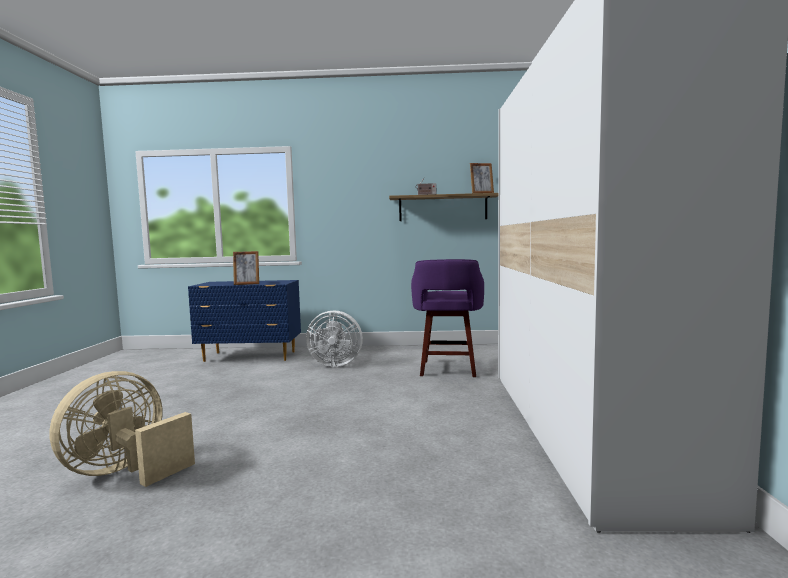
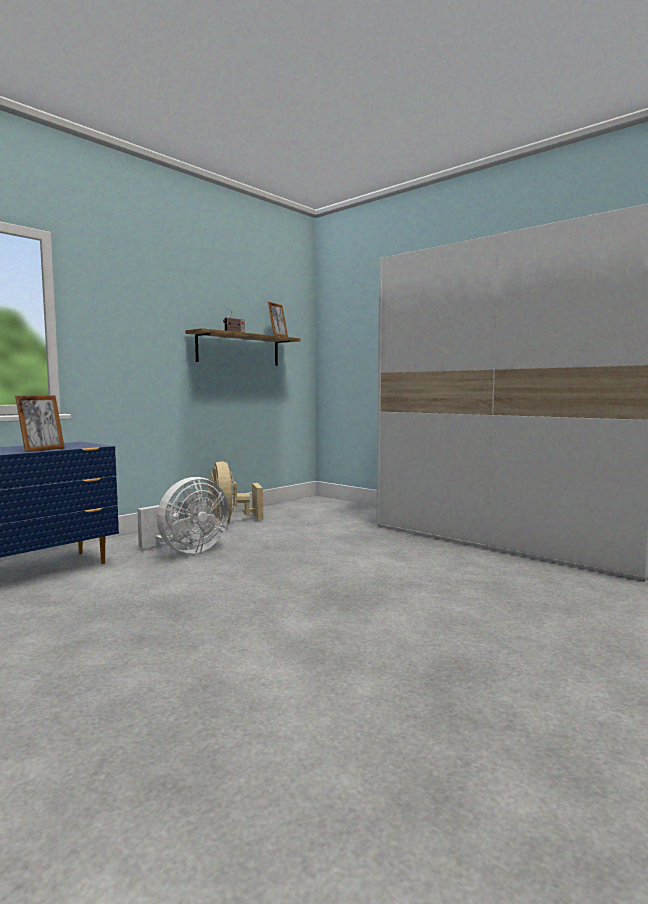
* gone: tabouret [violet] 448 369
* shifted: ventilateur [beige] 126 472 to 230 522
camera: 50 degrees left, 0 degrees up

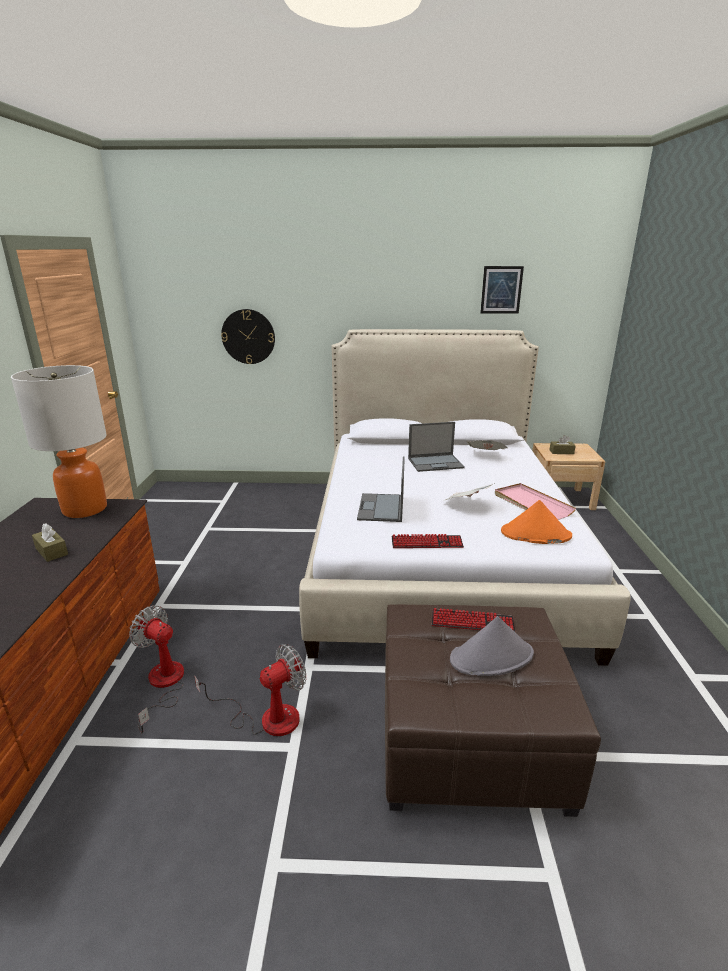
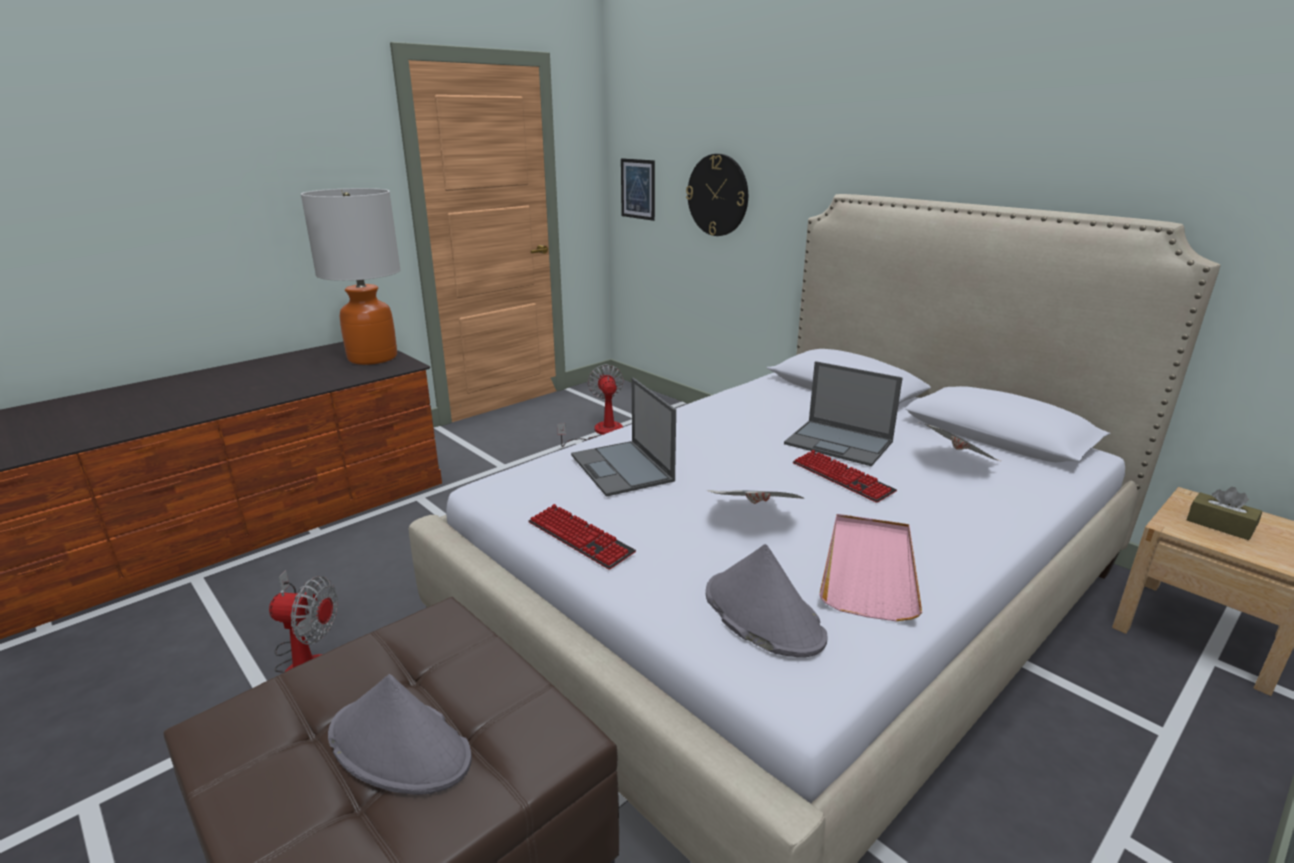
* gone: boîte à mouchoirs [marron] 51 551
* shifted: ventilateur 163 685 to 600 432
* shifted: clavier 472 622 to 842 478
* shifted: tableau 501 290 to 638 189
* repainted: chapeau [orange] 535 534 to chapeau [gris] 762 614
* rotated: ordinateur portable 381 508 = 622 468 75 degrees counterclockwise
camera: 45 degrees right, 0 degrees up

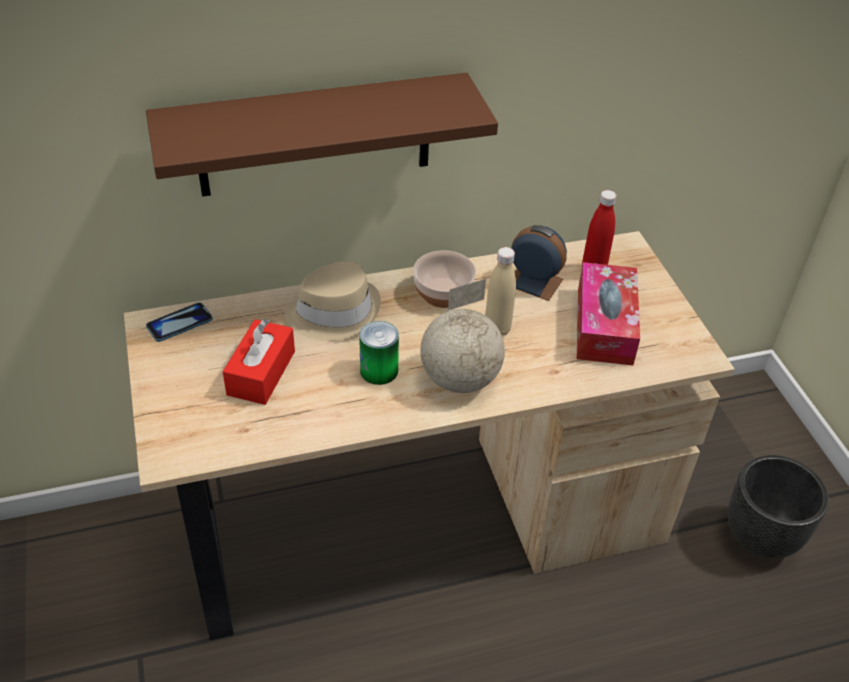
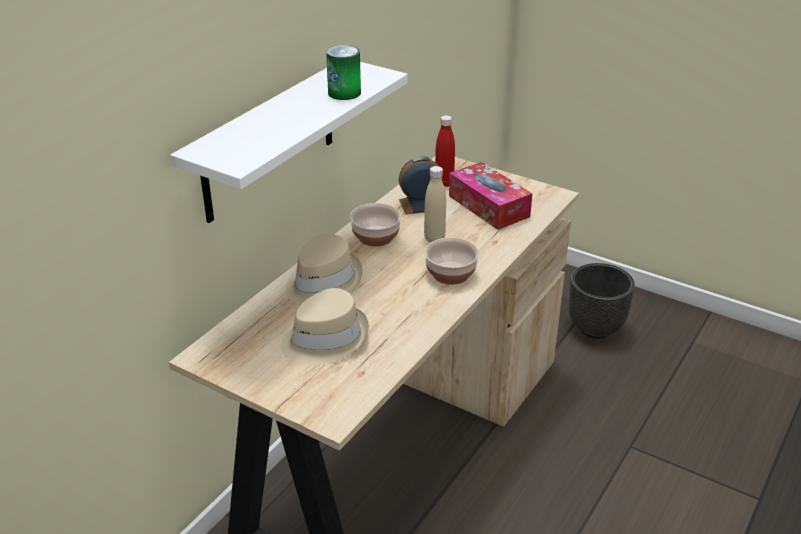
* gone: téléphone 179 323
* shifted: boîte métallique 379 370 to 344 93
* swapped: boîte à mouchoirs [rouge] 261 373 to chapeau [beige] 325 338
* swapped: globe 458 379 to bol 450 274
* repainted: étagère [marron] 314 136 to étagère [blanc] 269 141
camera: 40 degrees left, 10 degrees down

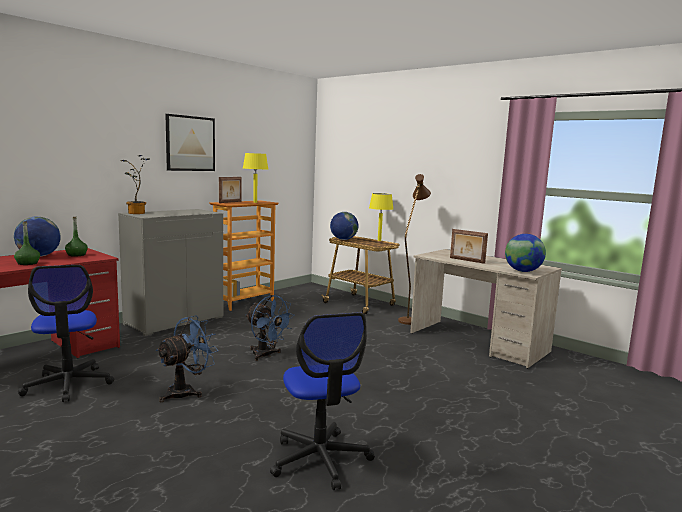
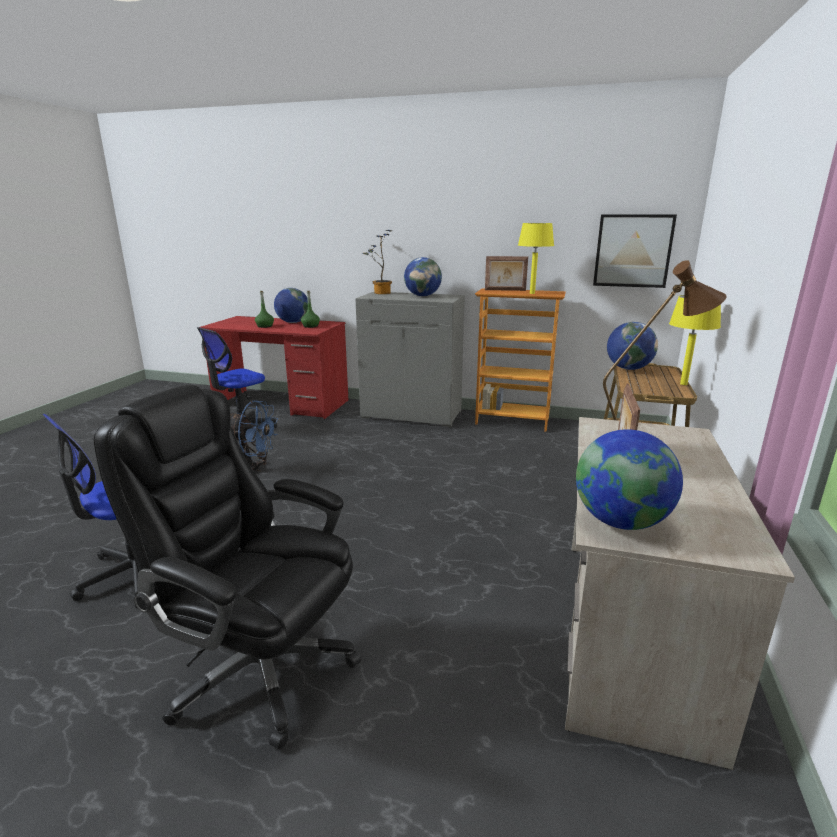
* gone: ventilateur [bleu] 266 355
* new: chaise de bureau [noir] 259 667
* new: globe 422 296
* shifted: tableau 190 143 to 633 251
camera: 65 degrees right, 10 degrees up

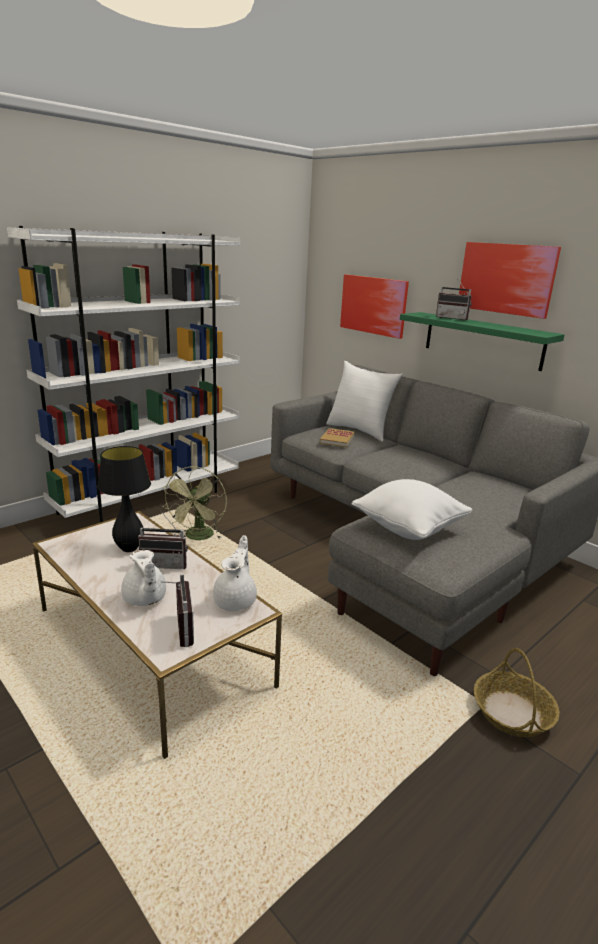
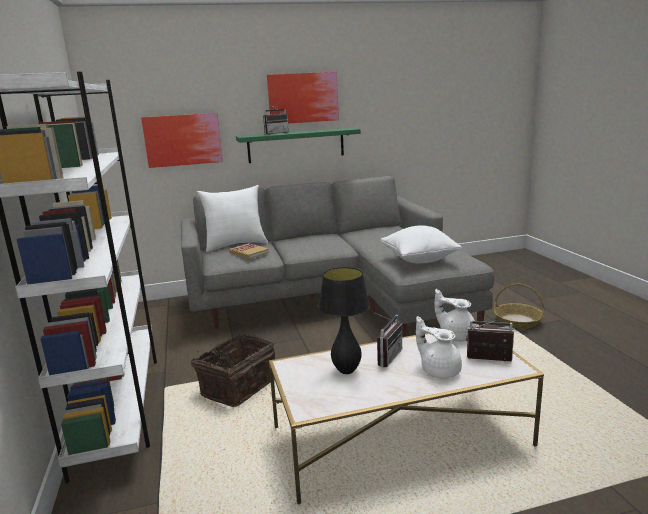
* swapped: ventilateur [vert] 198 537 to panier 237 386
* rotated: théière [blanc] 144 599 = 439 370 135 degrees counterclockwise
camera: 60 degrees left, 5 degrees down

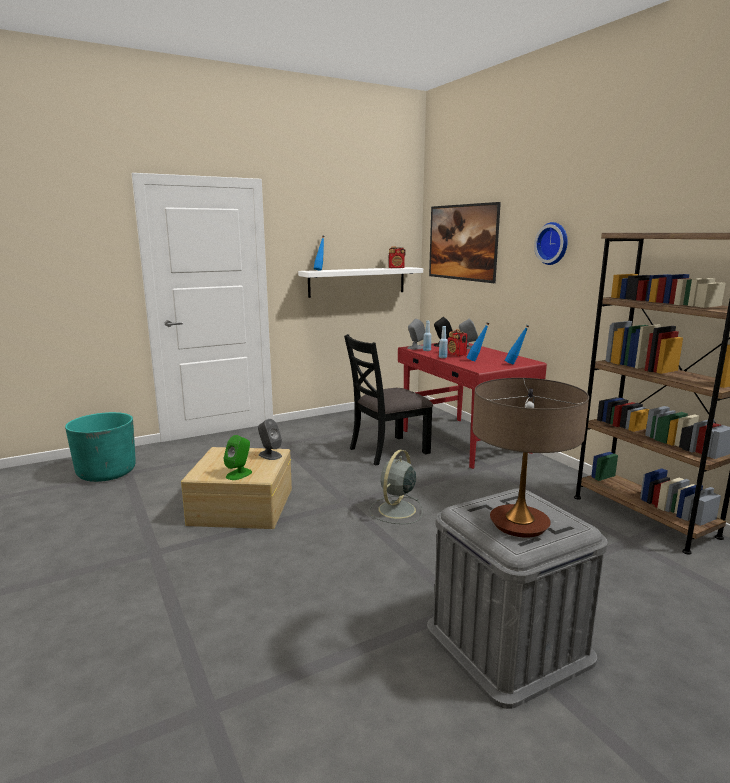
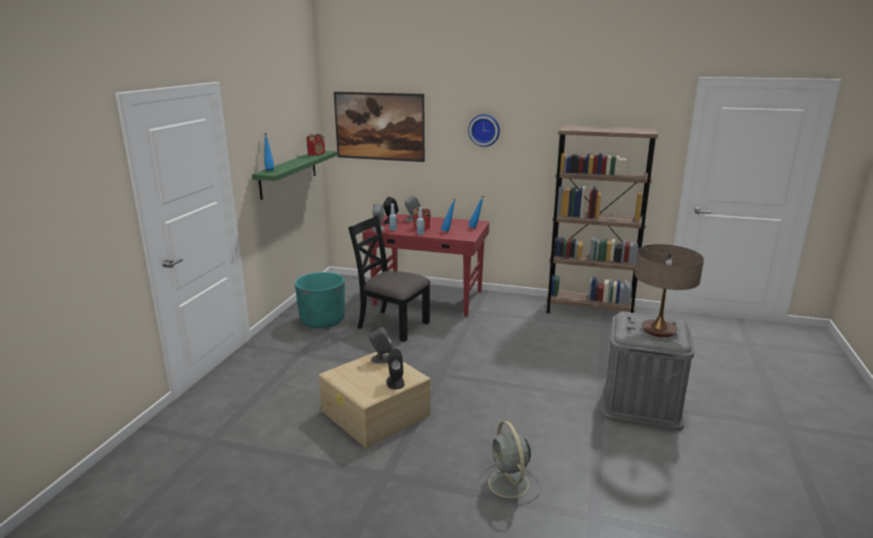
* shifted: cache-pot [turquoise] 106 472 to 322 320
* shifted: ventilateur [gris] 396 510 to 509 485
* repainted: enceinte [vert] 239 474 to enceinte [noir] 395 382
* repainted: étagère [blanc] 357 281 to étagère [vert] 288 174
* rotated: chaise [noir] 388 450 = 392 325 105 degrees clockwise
camera: 45 degrees left, 5 degrees up

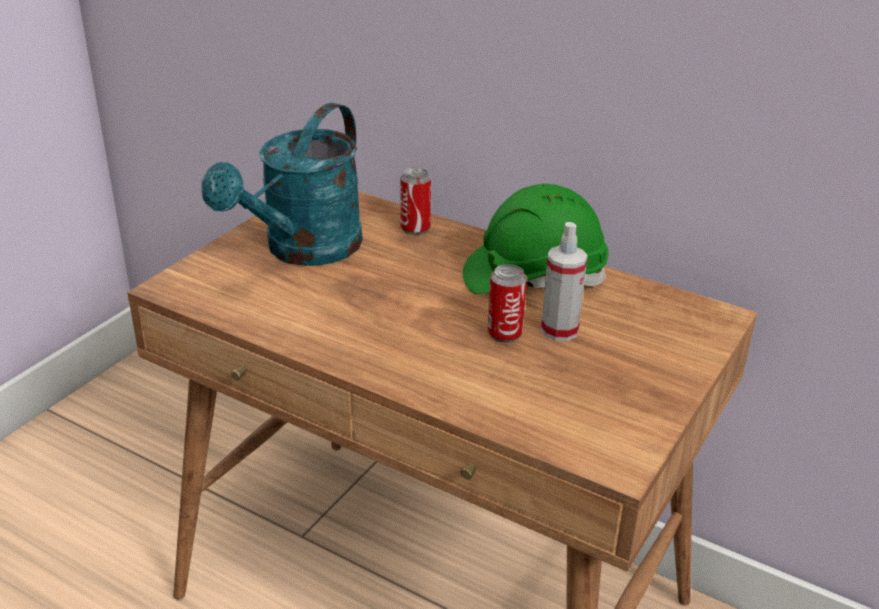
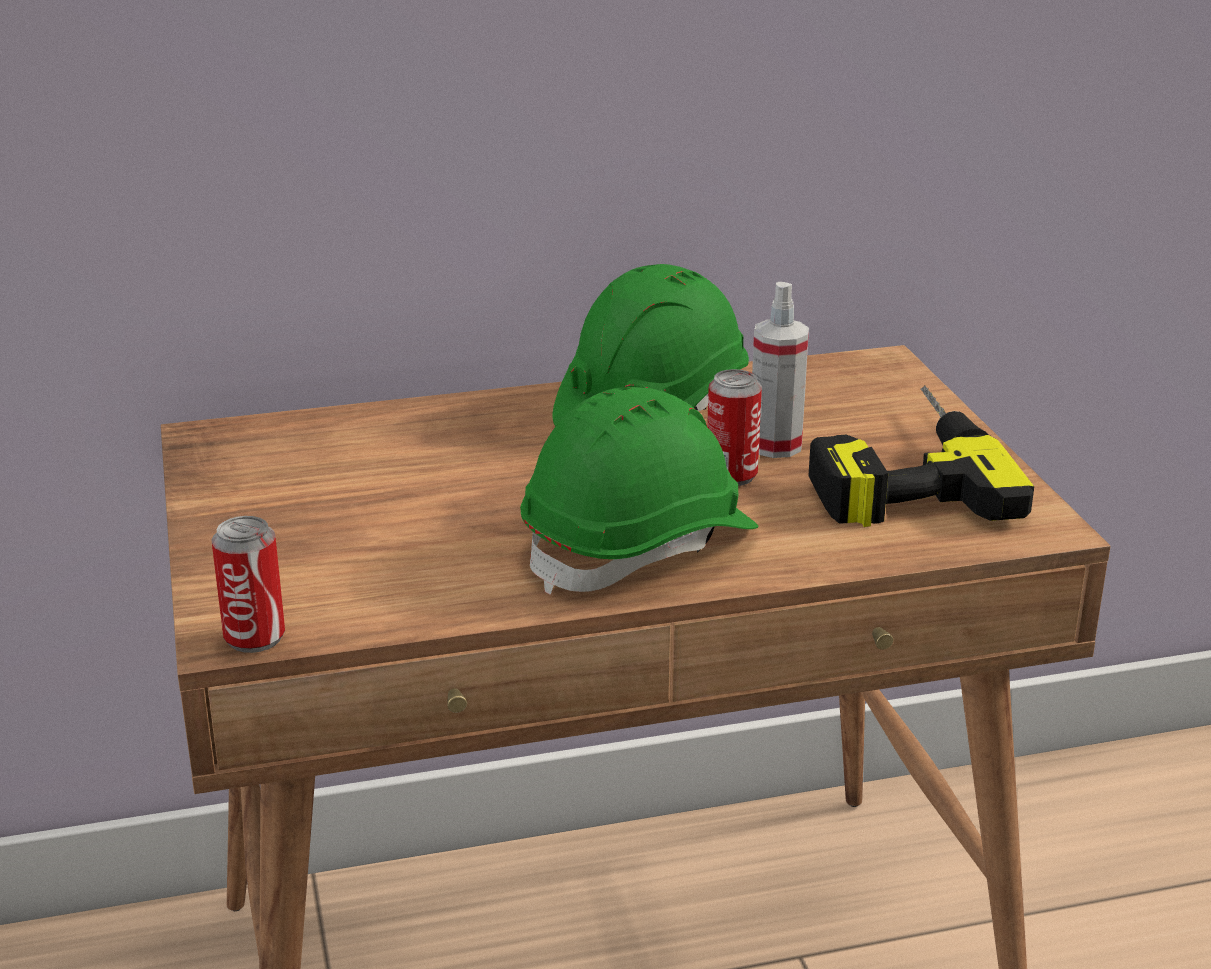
* gone: arrosoir [turquoise] 303 250
* new: casque de chantier [vert] 640 546
* new: perceuse 898 470
* shifted: boîte métallique 415 228 to 254 638
camera: 45 degrees left, 5 degrees down

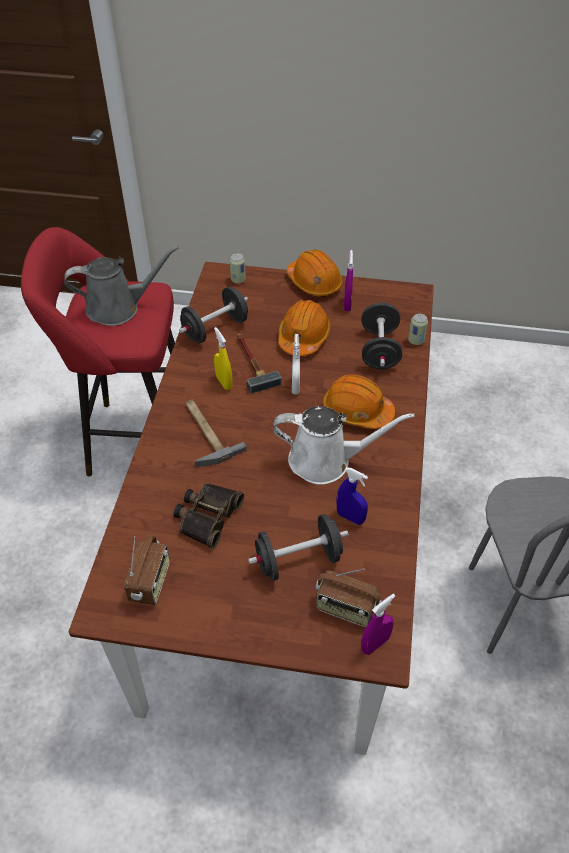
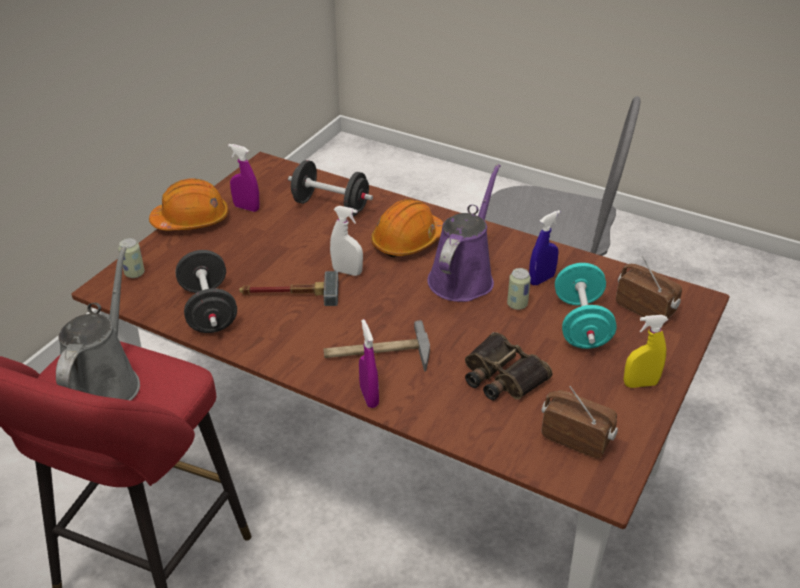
* gone: casque de chantier [orange] 303 337
* shifted: vaporisateur [jaune] 224 382 to 640 384
* shifted: vaporisateur [violet] 375 644 to 369 397
* shifted: boîte métallique 416 341 to 517 304
* repainted: haltère [noir] 298 560 to haltère [turquoise] 581 324
* repainted: arrosoir [blanc] 326 460 to arrosoir [violet] 463 277
* rotated: radio 345 609 = 645 308 90 degrees counterclockwise
camera: 70 degrees left, 10 degrees down

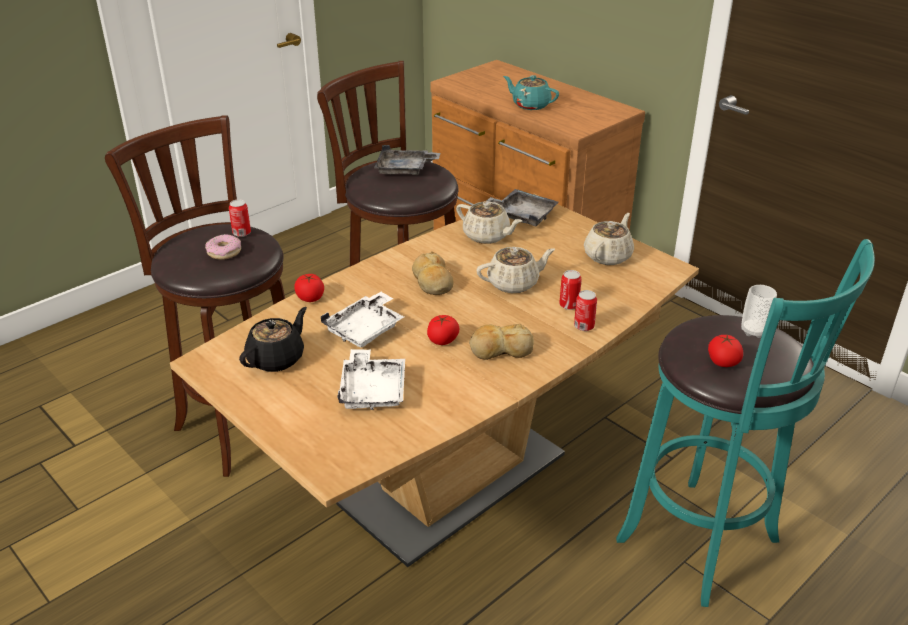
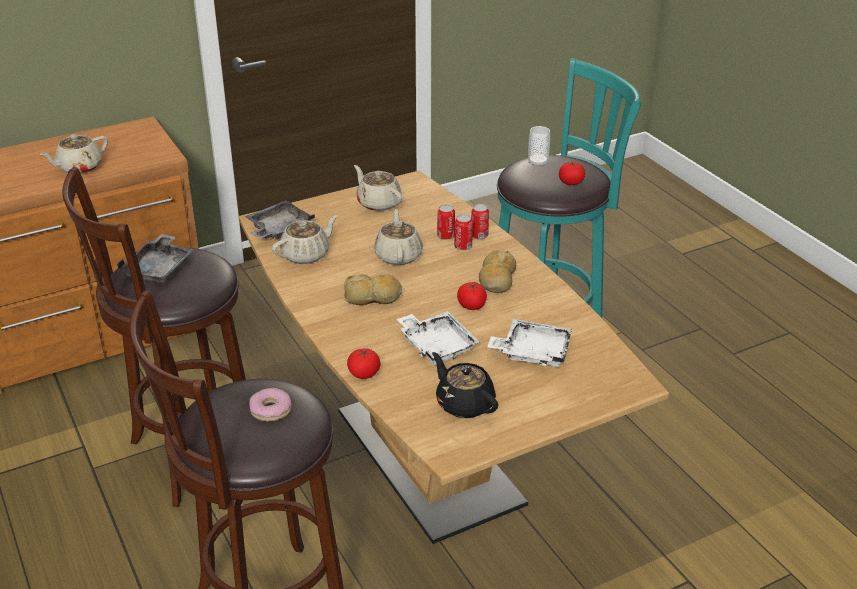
* shifted: boîte métallique 241 233 to 463 246
* repainted: théière [turquoise] 530 105 to théière [beige] 79 167
camera: 75 degrees left, 0 degrees up

